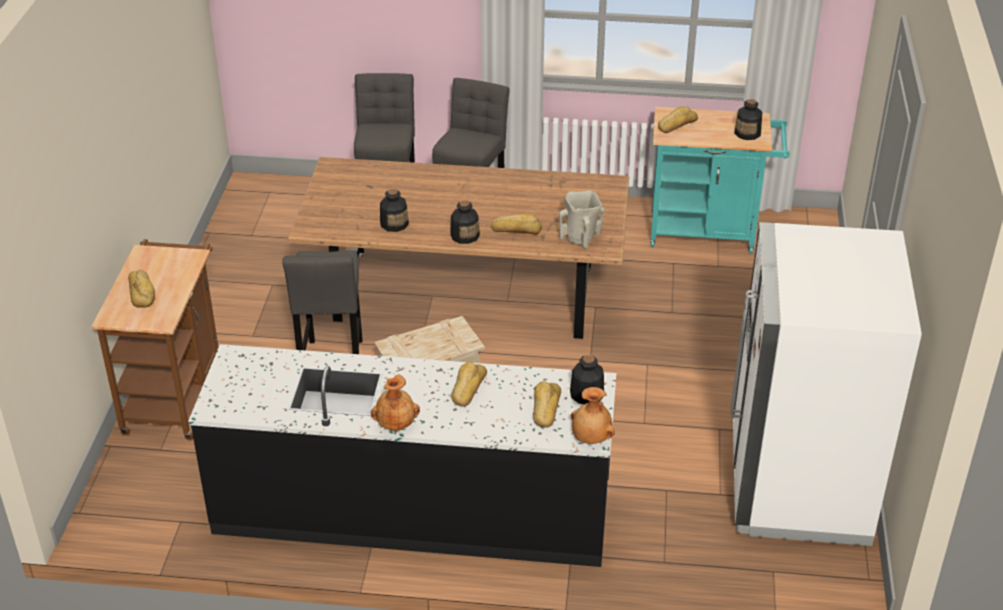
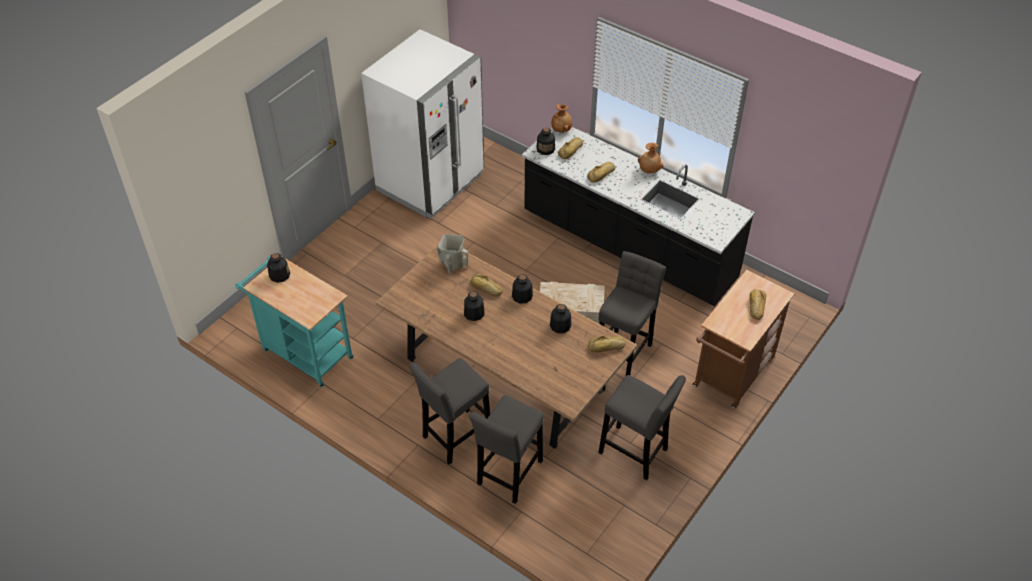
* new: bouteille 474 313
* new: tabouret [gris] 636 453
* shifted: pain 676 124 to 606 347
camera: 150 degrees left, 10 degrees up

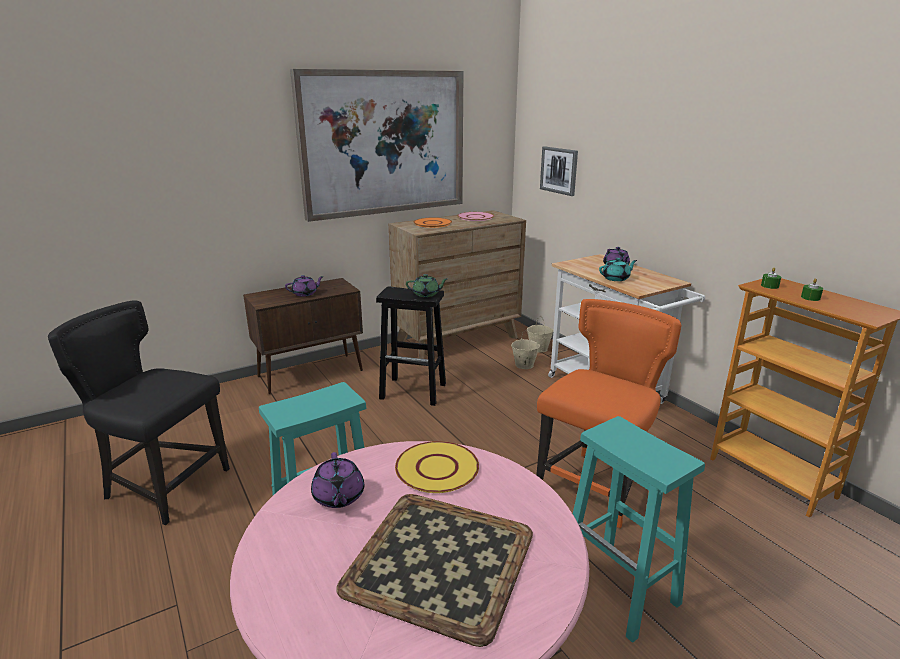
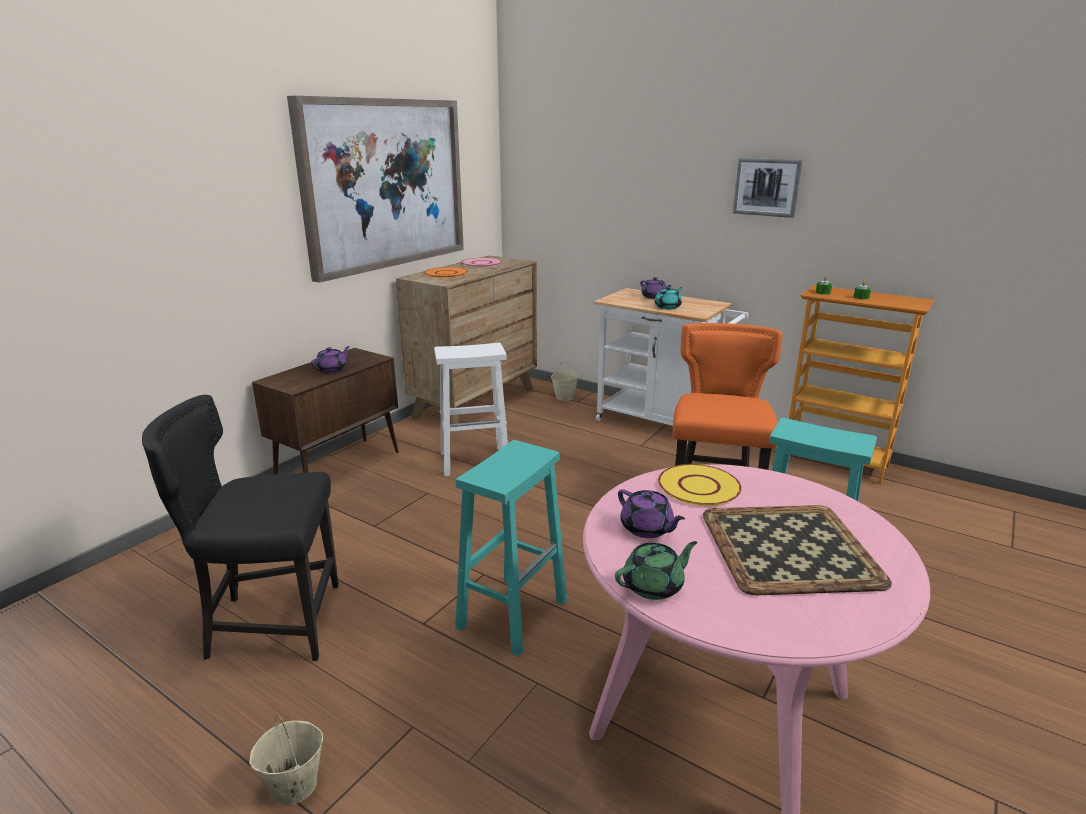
* shifted: théière [vert] 426 294 to 654 586
* shifted: seau [beige] 524 365 to 294 785
* shifted: tableau 559 170 to 766 187
* repainted: tabouret [noir] 414 391 to tabouret [blanc] 475 461
camera: 25 degrees left, 0 degrees up

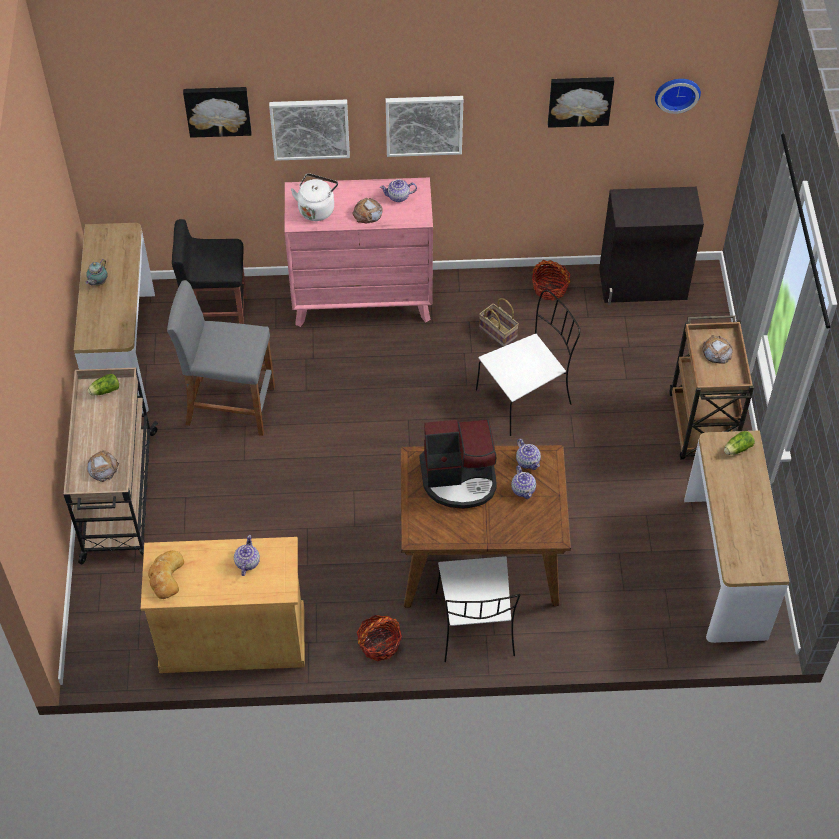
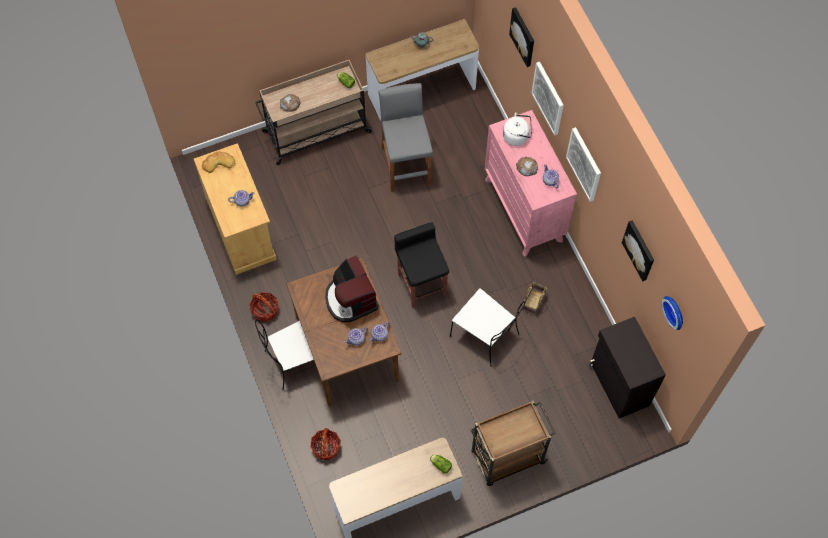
* gone: pain 716 351
* shifted: tabouret [noir] 217 315 to 421 284
* shifted: panier 550 288 to 326 447
camera: 70 degrees right, 10 degrees up

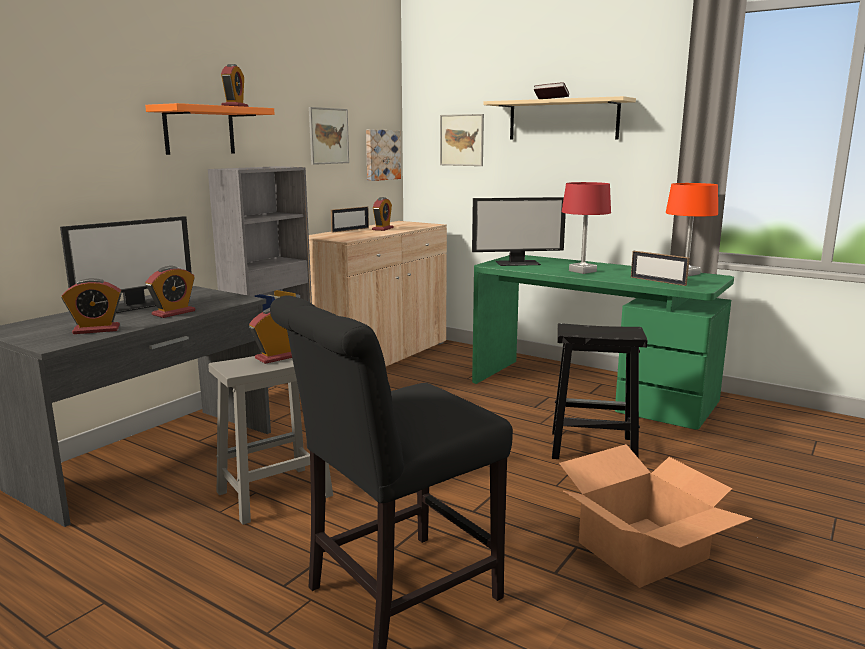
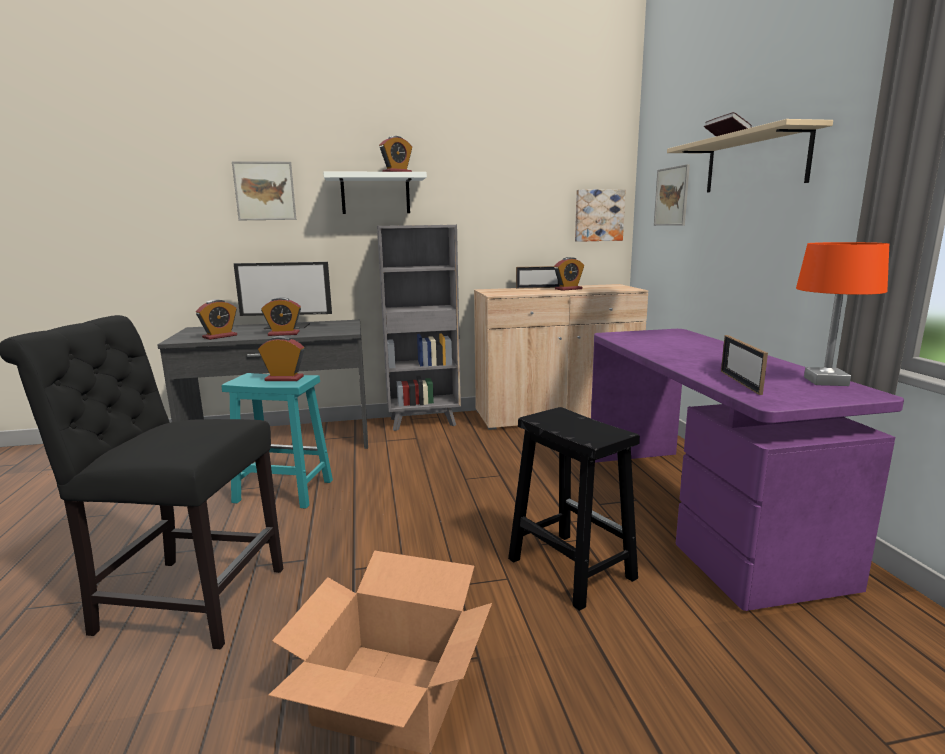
* gone: écran d'ordinateur 518 263
* gone: lampe de table [rouge] 582 271
* shifted: tableau 328 136 to 265 191
* repainted: étagère [orange] 199 130 to étagère [blanc] 375 194
* repainted: tabouret [gris] 273 495 to tabouret [turquoise] 282 491
* repainted: bureau [vert] 590 391 to bureau [violet] 697 511
* rotated: réveil 96 330 = 220 336 75 degrees counterclockwise
camera: 45 degrees right, 0 degrees up

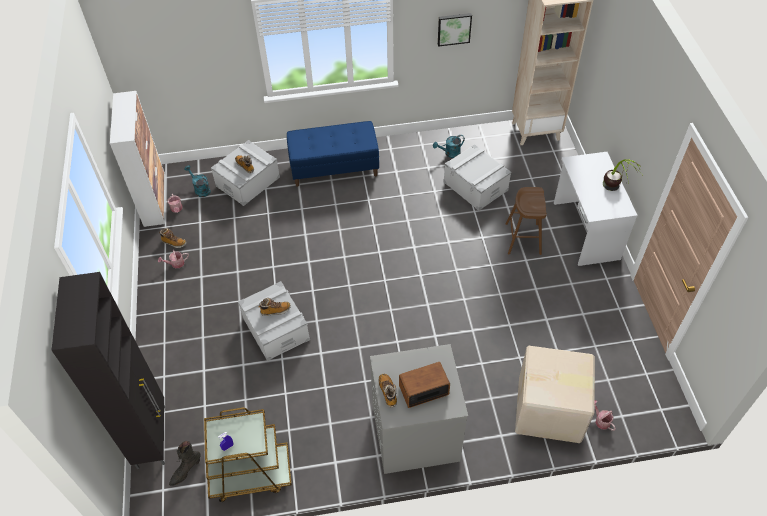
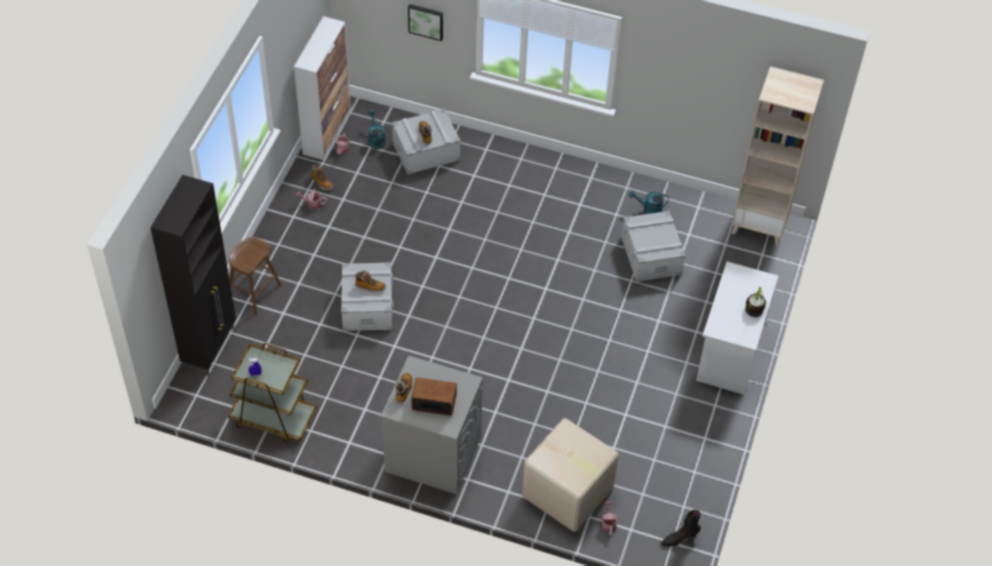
* gone: banc [bleu] 335 168
* shifted: botte [noir] 186 471 to 679 538
* shifted: tableau 454 28 to 426 21
* shifted: tabouret [marron] 523 239 to 253 293
camera: 25 degrees right, 0 degrees up

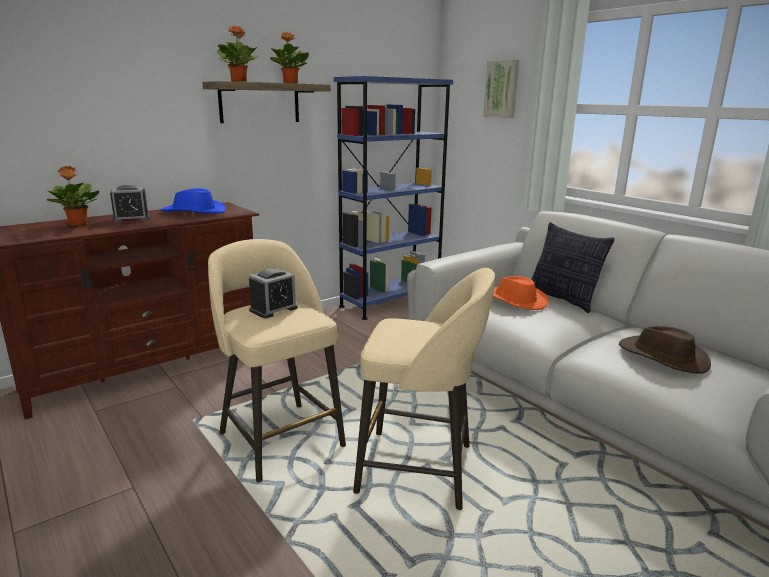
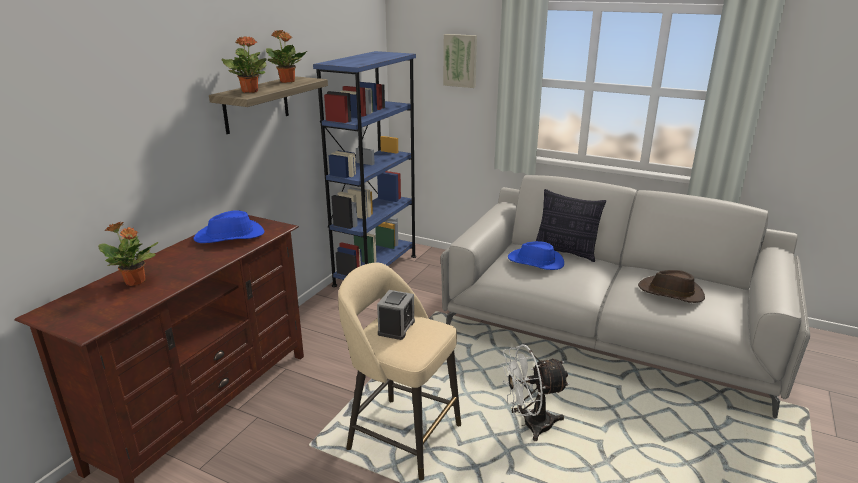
* gone: réveil 131 219
* swapped: tabouret [beige] 419 469 to ventilateur [blanc] 530 425
* repainted: chapeau [orange] 514 300 to chapeau [bleu] 535 262
camera: 25 degrees left, 5 degrees up

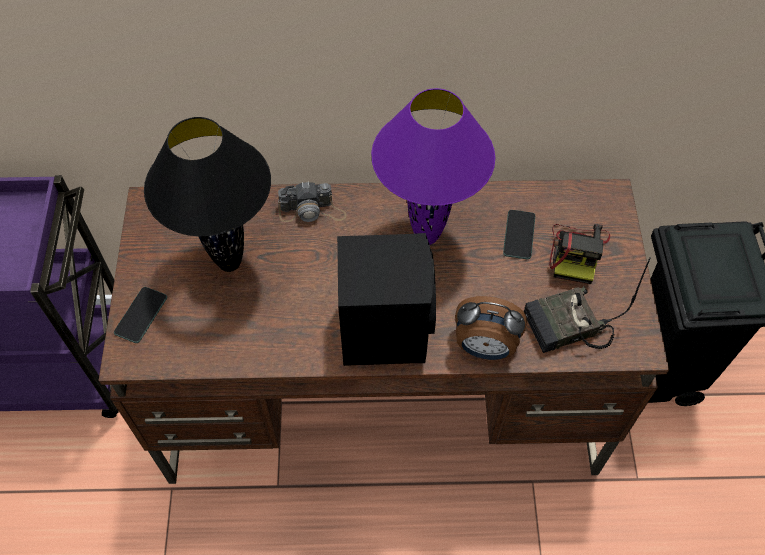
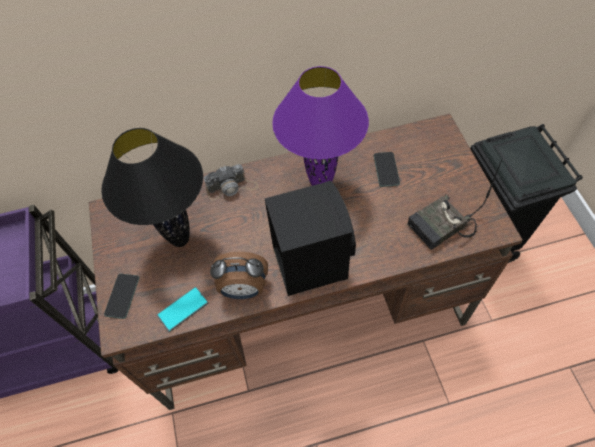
* gone: appareil photo 577 252
* new: téléphone 183 309
* shifted: réveil 484 347 to 243 289
camera: 10 degrees left, 0 degrees up

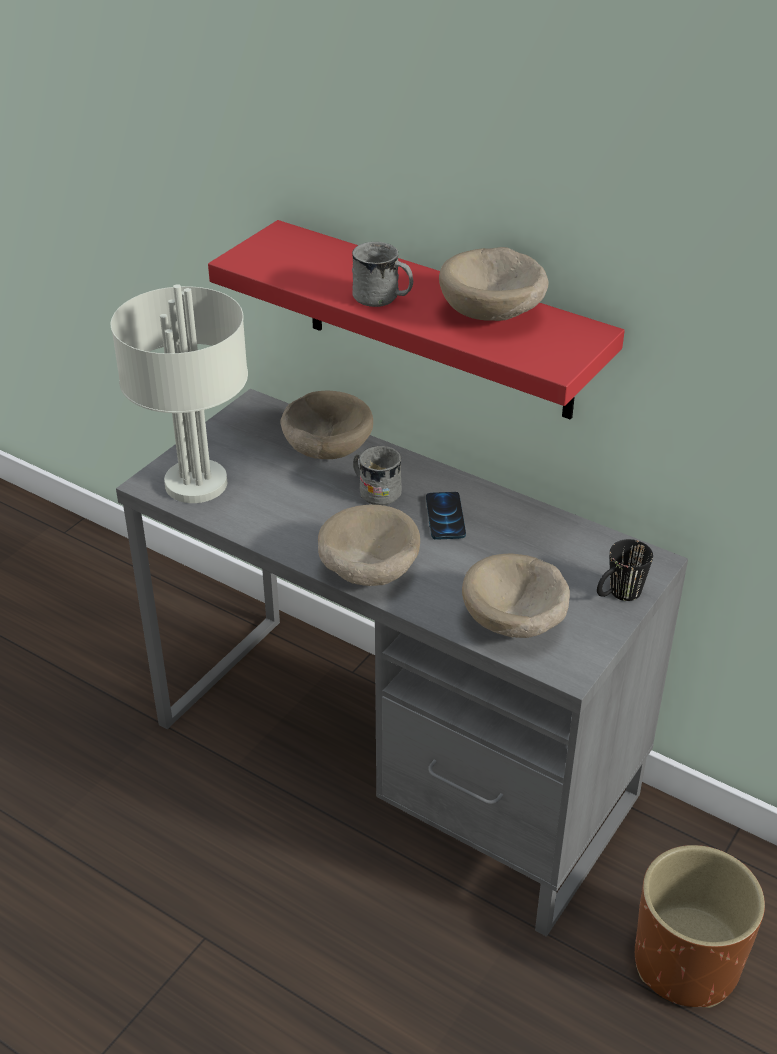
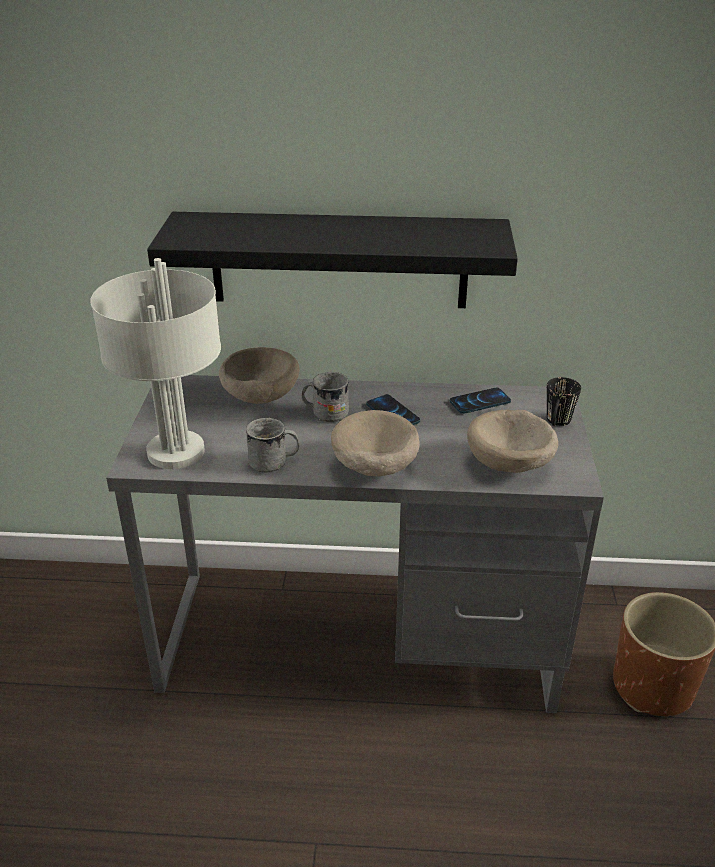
* gone: bol [beige] 494 315
* new: téléphone 479 402
* shifted: mug [gris] 382 299 to 274 462
* repainted: étagère [rouge] 438 321 to étagère [noir] 339 260
camera: 30 degrees left, 5 degrees down

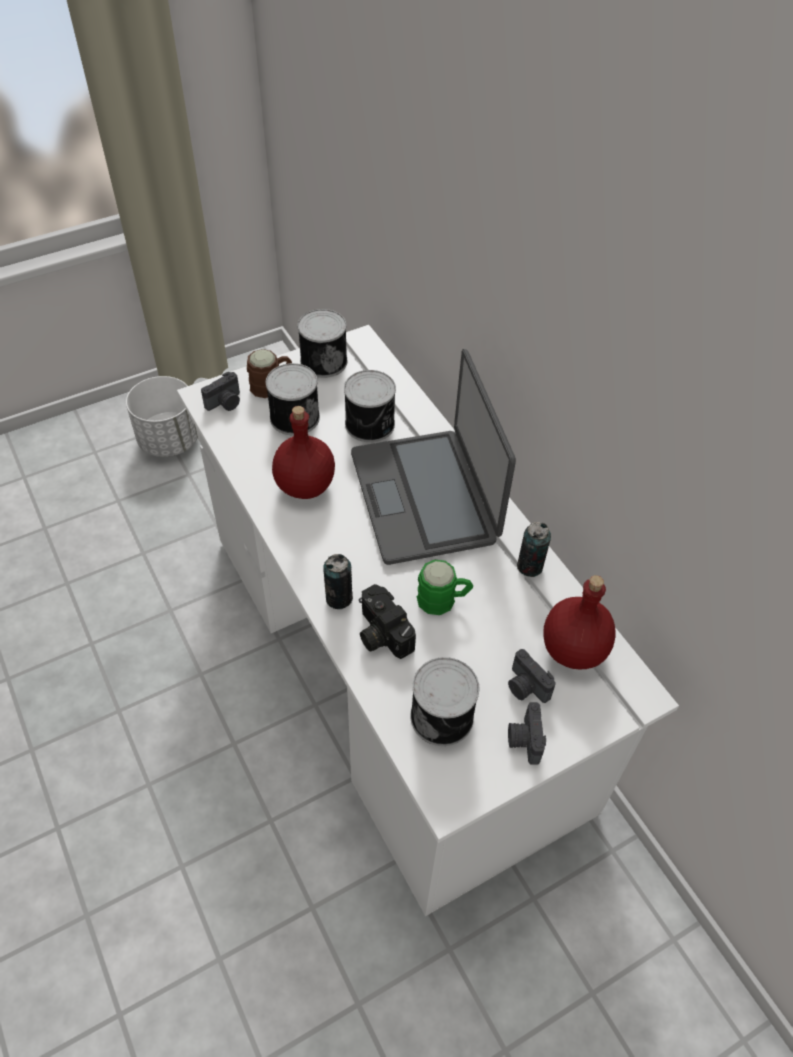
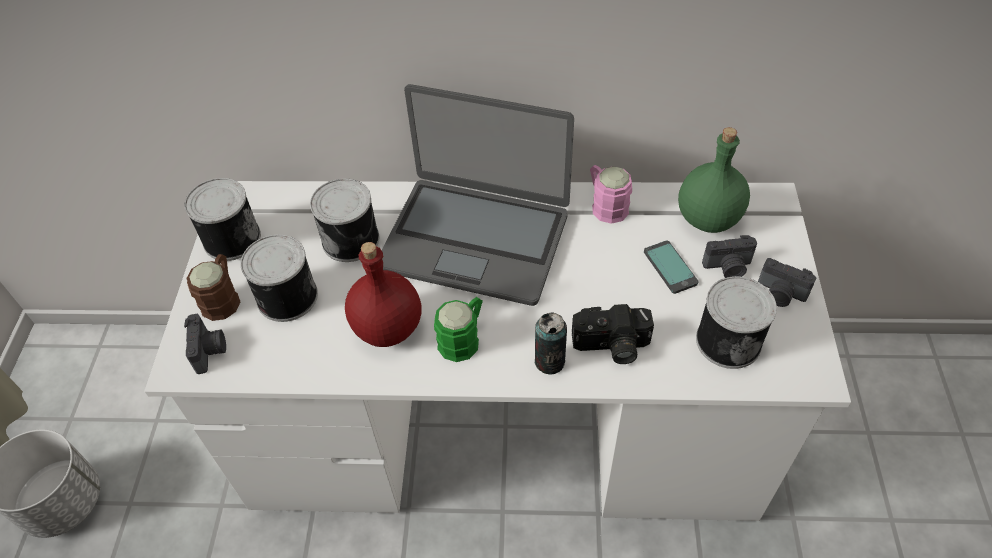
* new: téléphone 670 267
* shifted: mug [vert] 443 600 to 463 338
* swapped: boîte métallique 529 566 to mug [rose] 605 204
* repainted: bouteille [rouge] 573 649 to bouteille [vert] 707 218
camera: 55 degrees left, 0 degrees up

